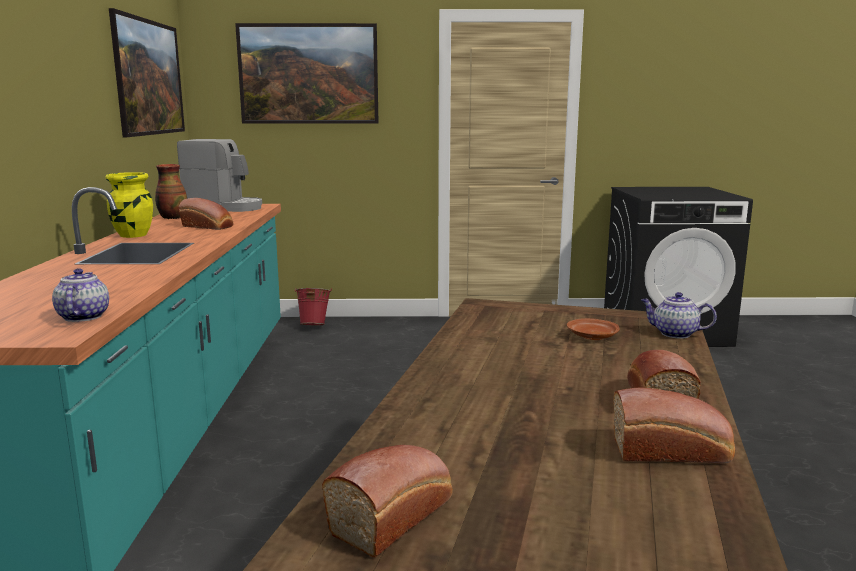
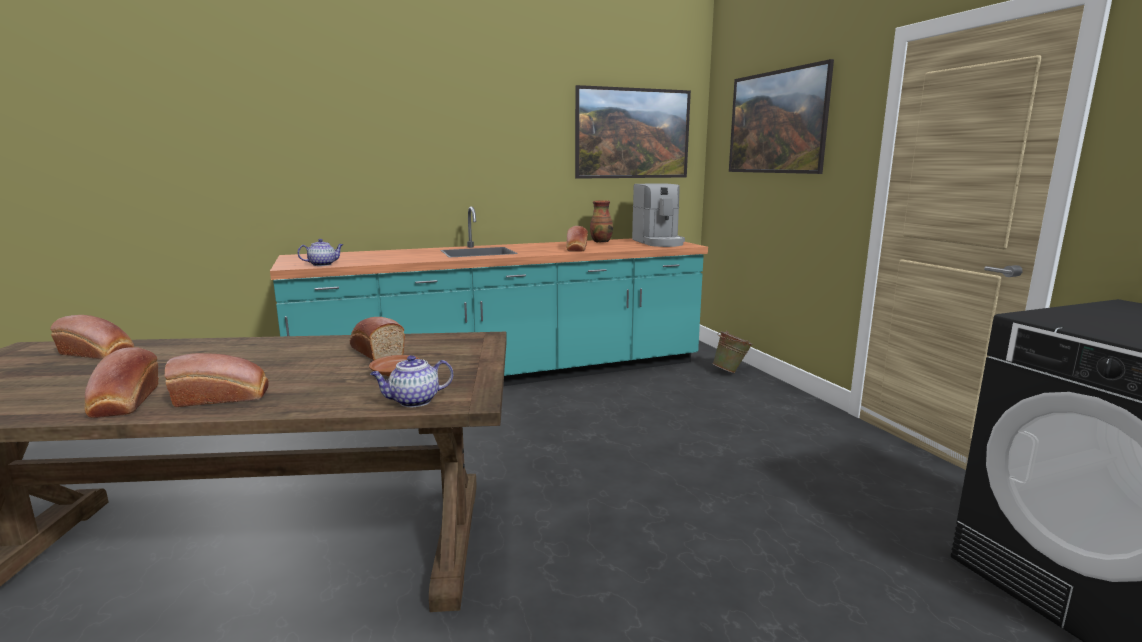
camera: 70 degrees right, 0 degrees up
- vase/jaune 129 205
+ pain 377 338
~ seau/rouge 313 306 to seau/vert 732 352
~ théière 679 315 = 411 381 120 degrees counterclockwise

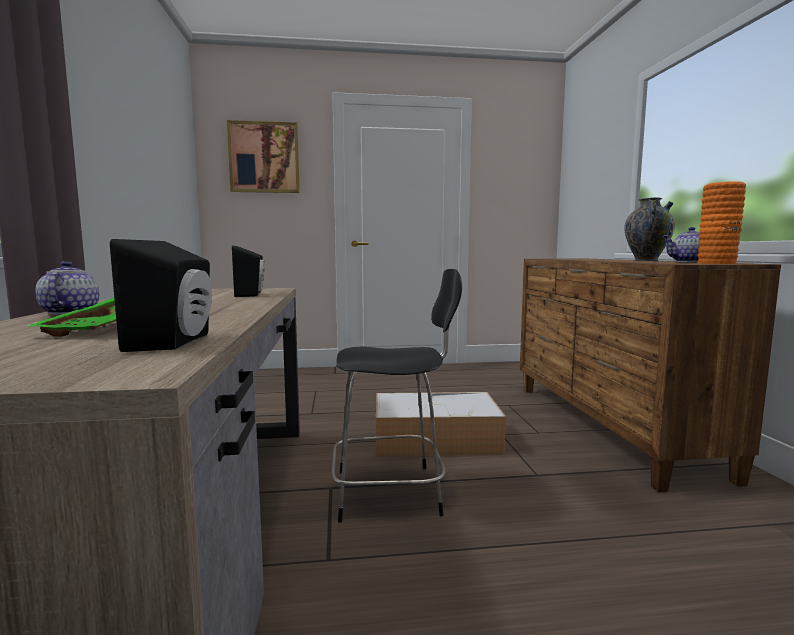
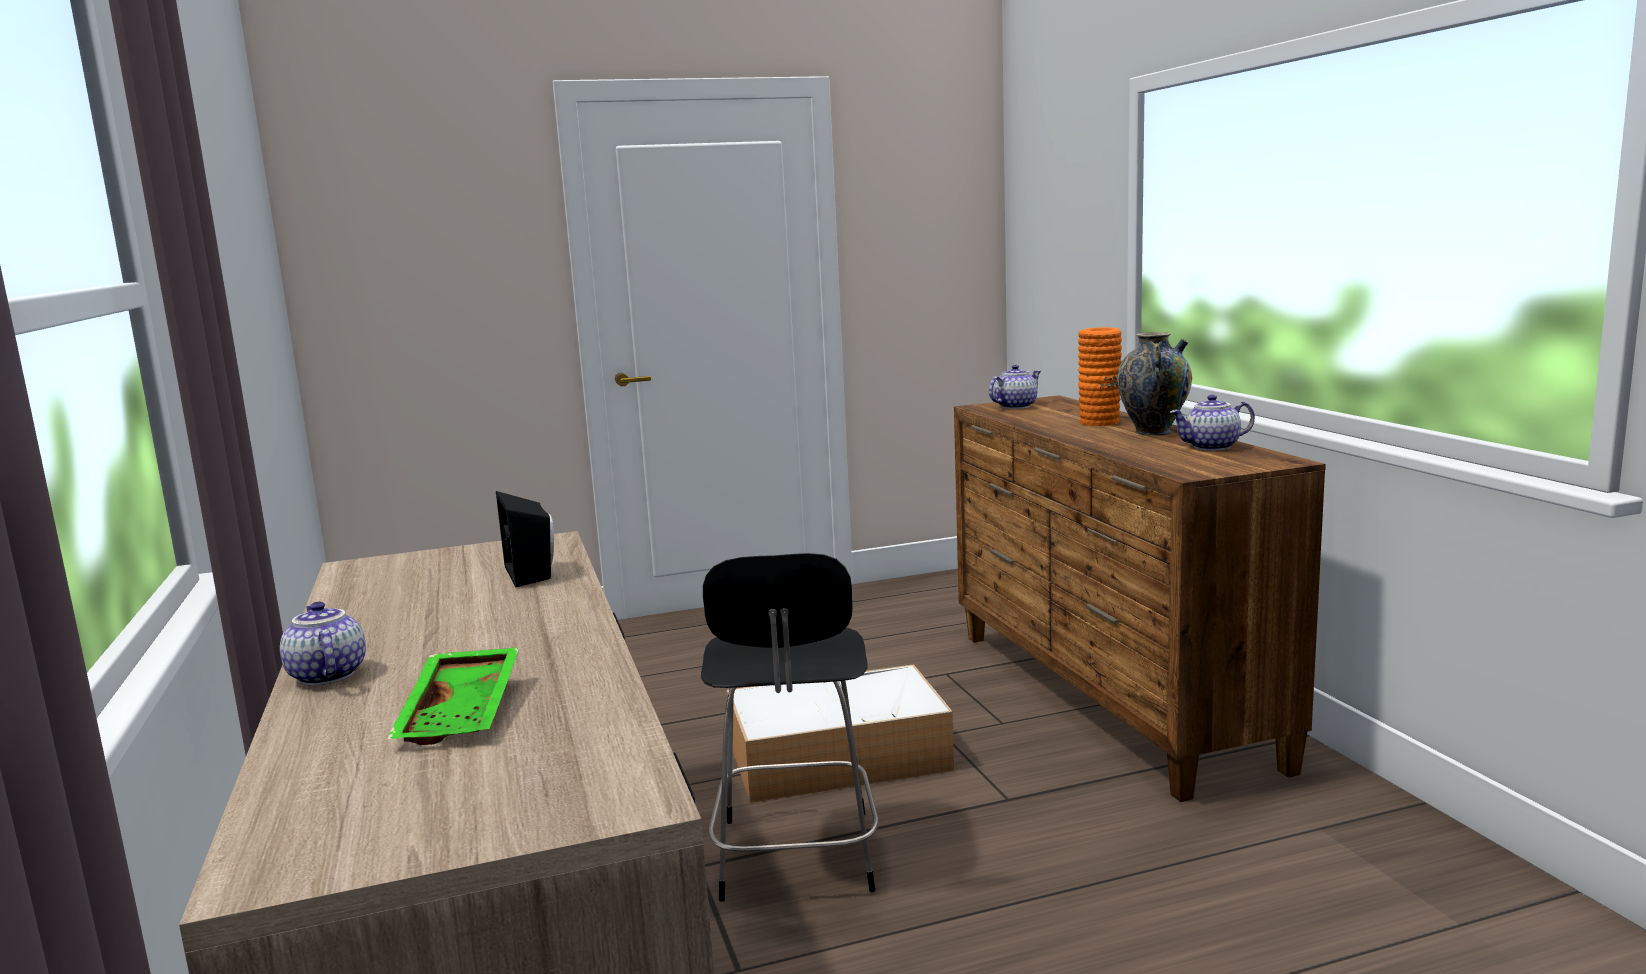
camera: 10 degrees left, 5 degrees up
- enceinte/noir 161 295
- tableau 263 156
+ théière 1015 387
~ vase/orange 722 222 to 1100 376
~ chaise/noir 396 396 = 790 727 105 degrees clockwise

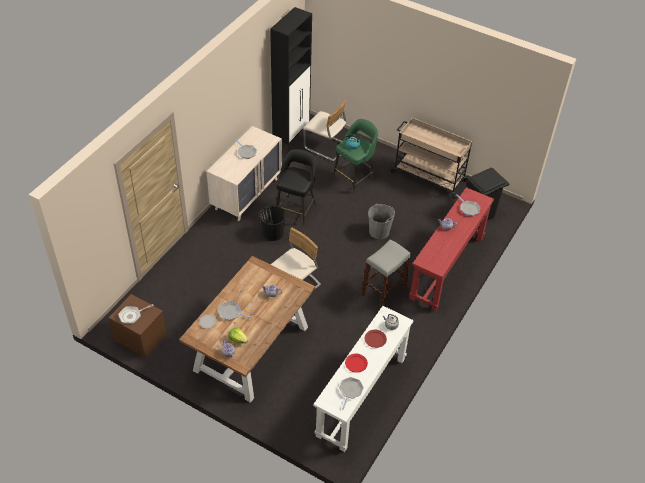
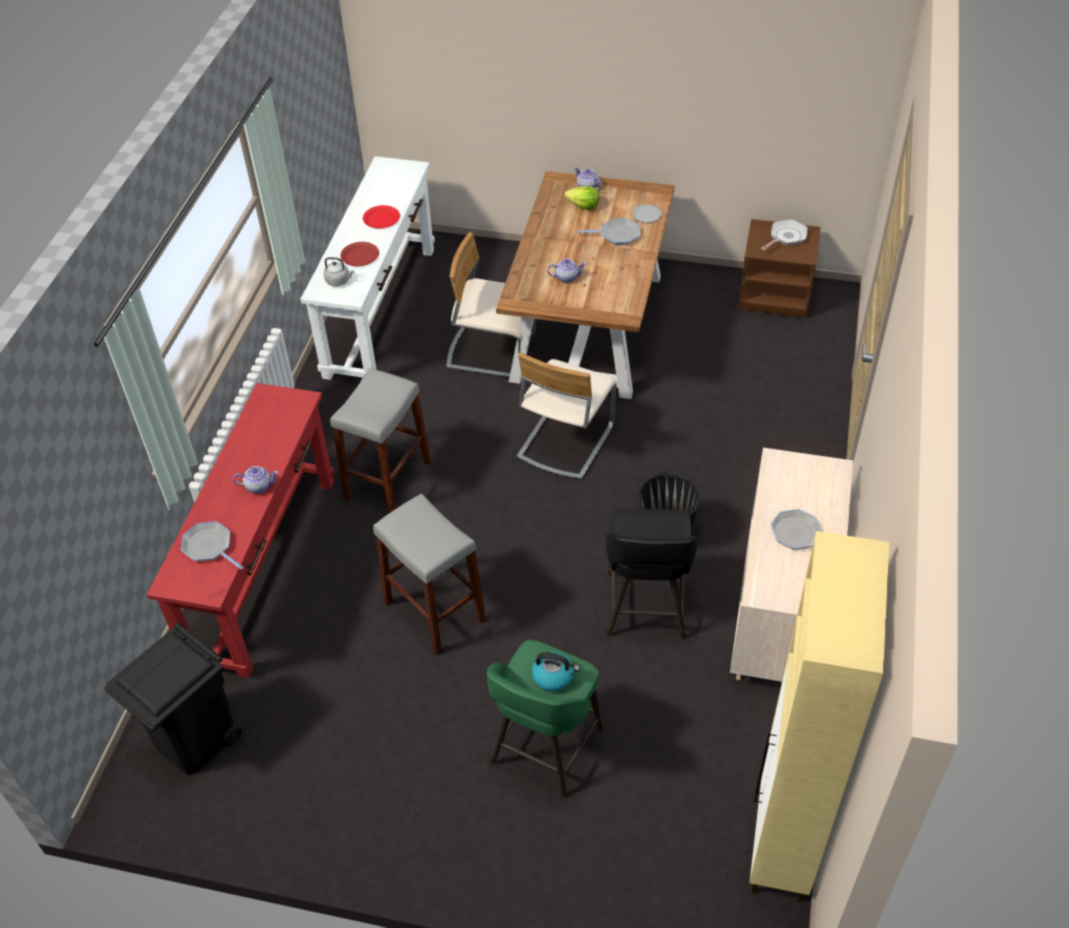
camera: 165 degrees right, 0 degrees up
- poêle 351 393
- chariot/beige 431 158
~ chaise/beige 325 130 to 491 305
~ seau/gris 381 221 to tabouret/gris 429 574
~ meuble de rangement/noir 291 78 to meuble de rangement/beige 819 717

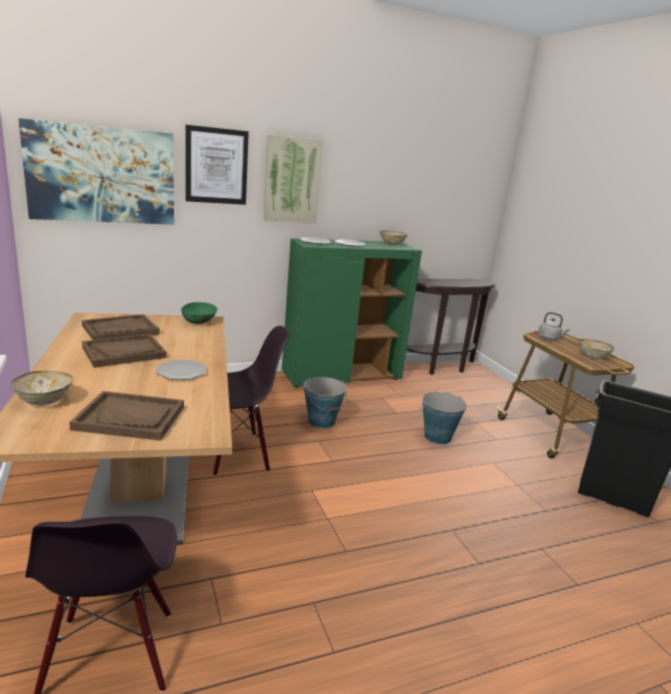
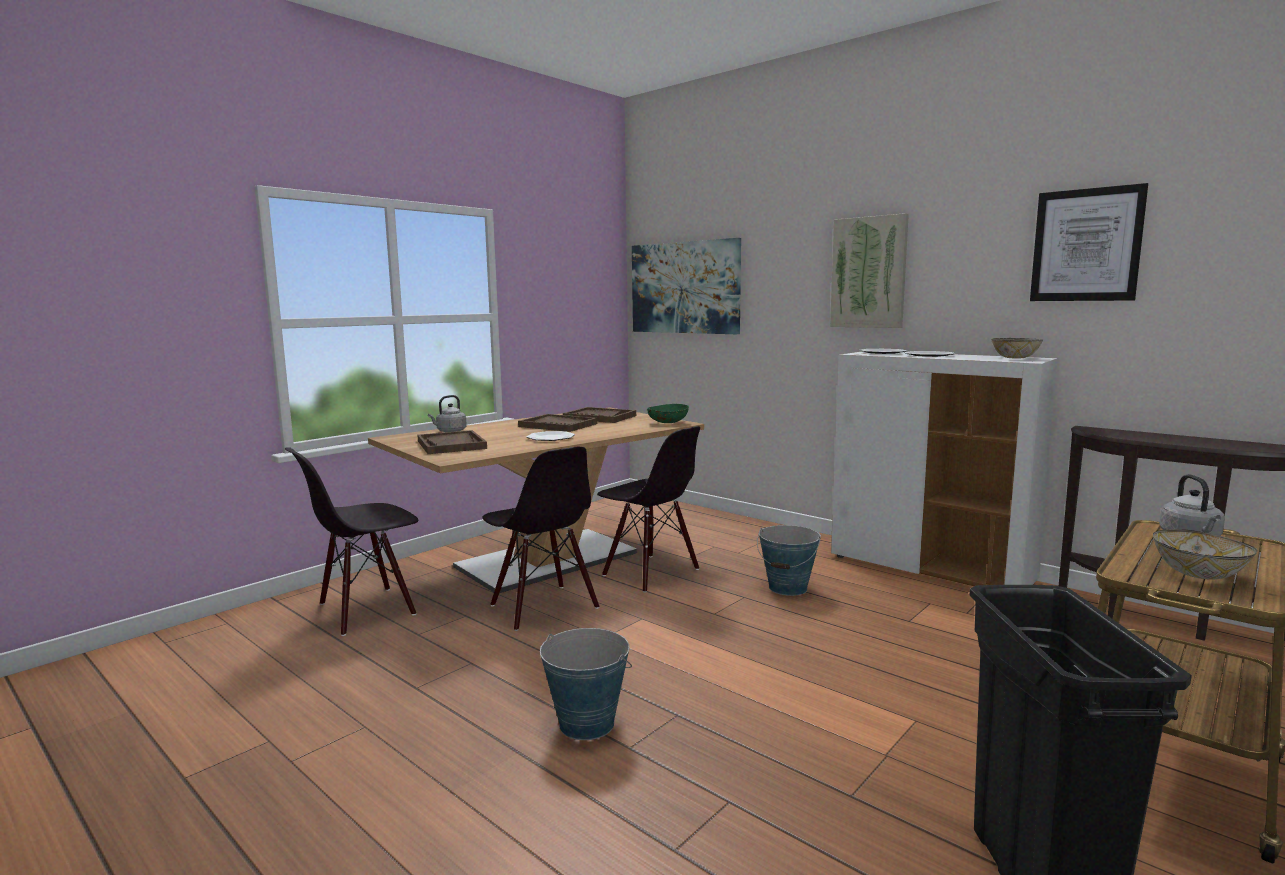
camera: 65 degrees right, 10 degrees down
+ chaise/noir 540 539
~ tableau 217 165 to 1089 242
~ seau 443 418 to 586 684
~ bol 42 388 to bouilloire/gris 447 413
~ meuble de rangement/vert 352 313 to meuble de rangement/blanc 944 468

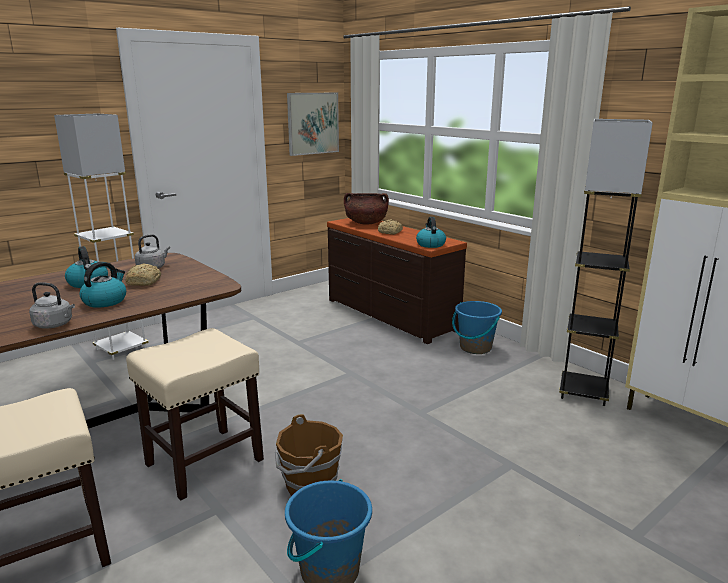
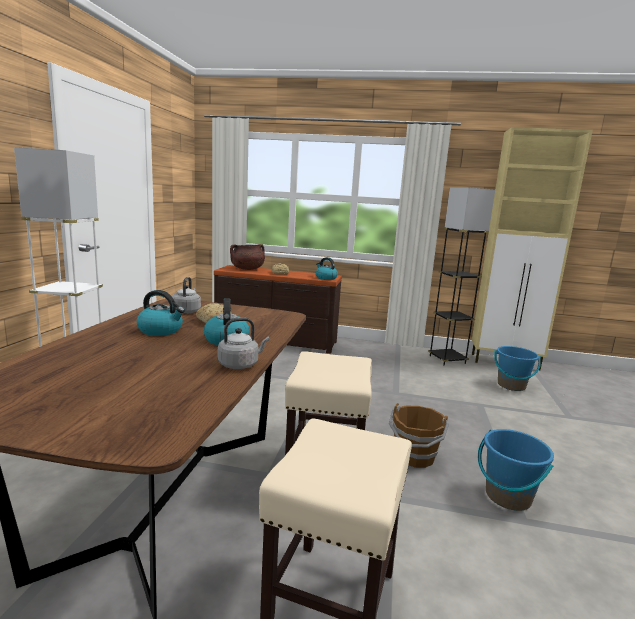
camera: 40 degrees left, 5 degrees down
- tableau 313 124
~ seau/bleu 477 327 to 517 368

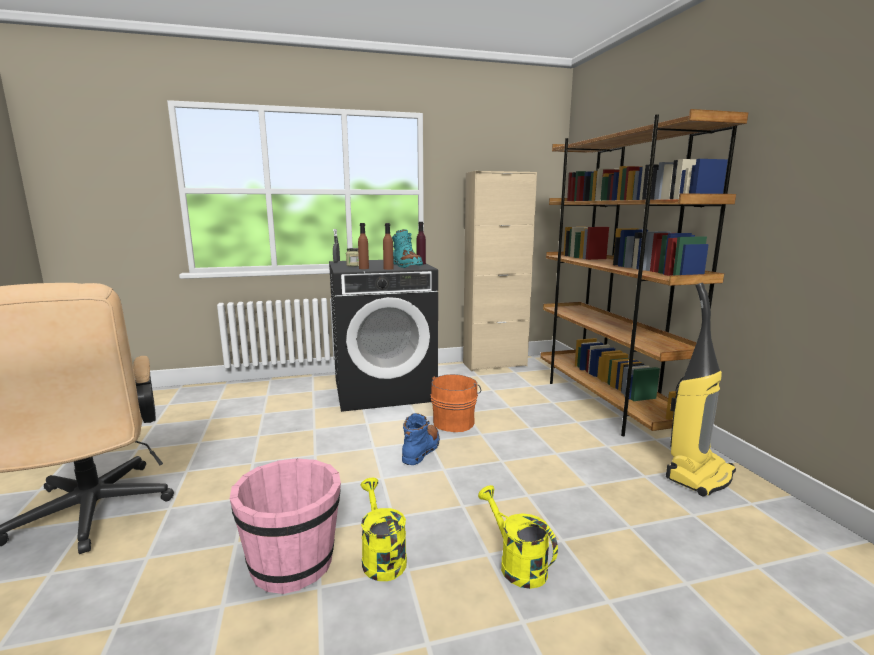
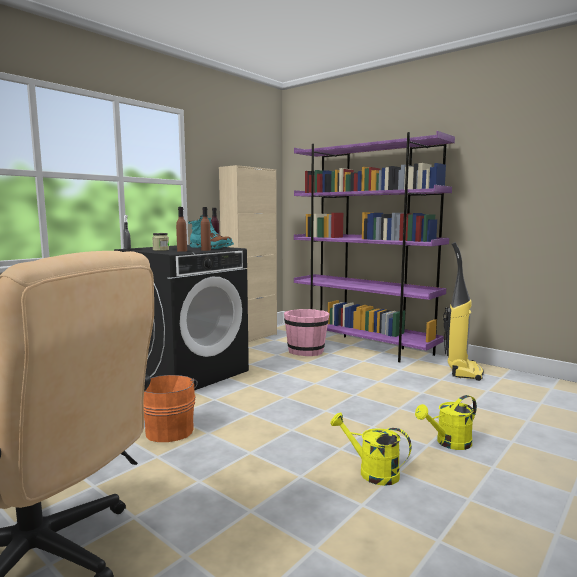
camera: 35 degrees left, 5 degrees down
- botte/bleu 421 439
~ seau/rose 285 526 to 306 332
~ seau/orange 456 403 to 170 408
~ bibliothèque/marron 644 272 to bibliothèque/violet 374 246
~ arrosoir/jaune 518 537 = 446 422 45 degrees counterclockwise

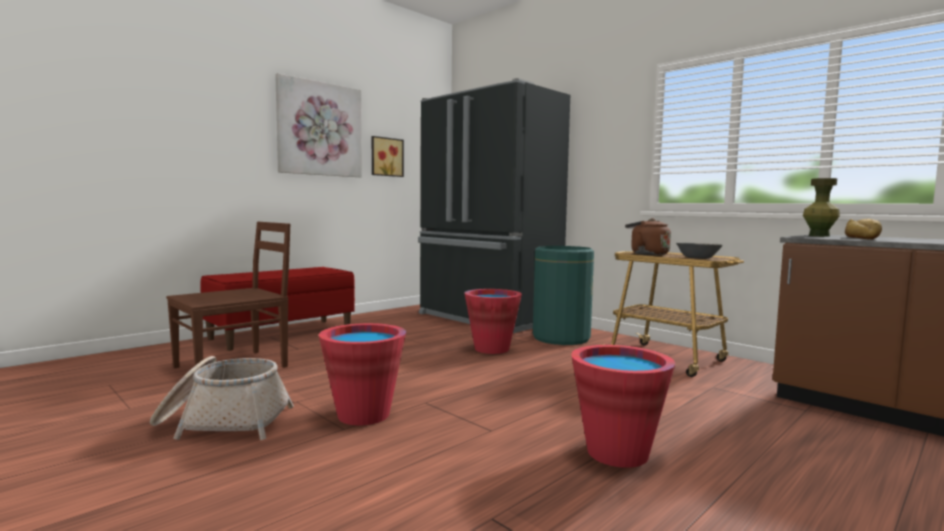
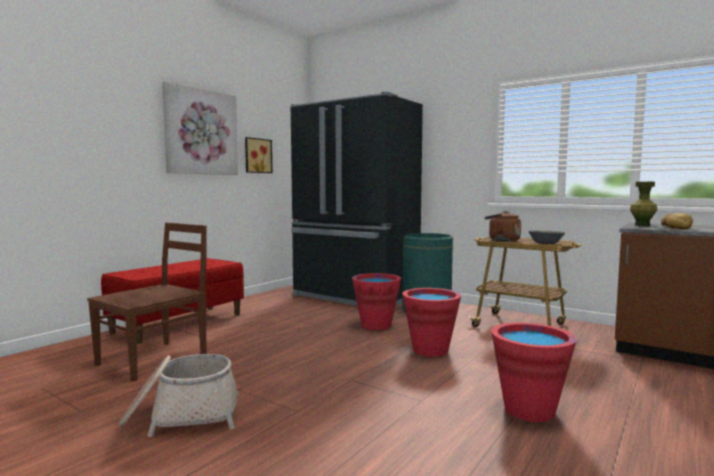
camera: 10 degrees left, 0 degrees up
~ seau/rouge 362 374 to 431 322

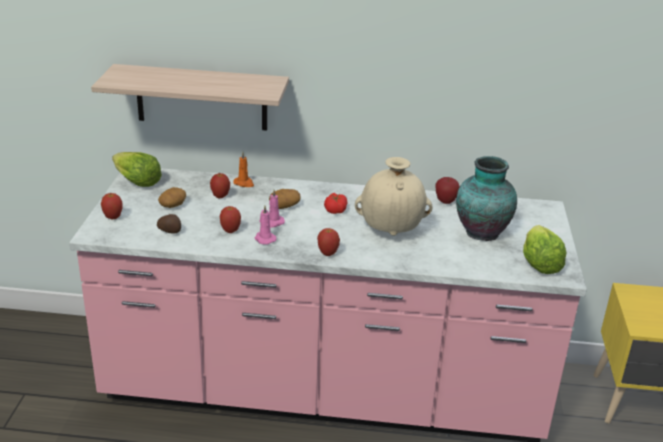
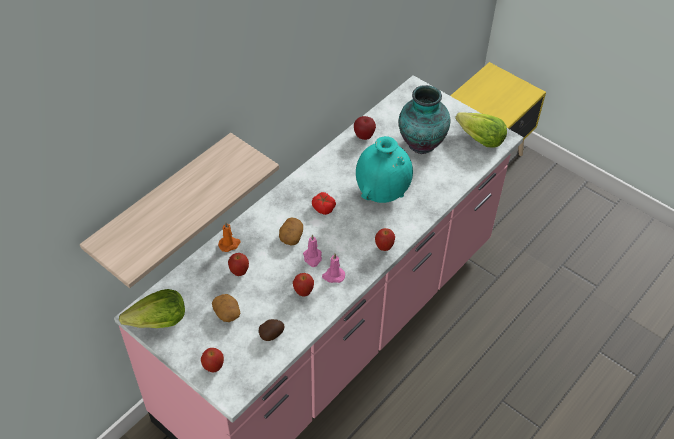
camera: 55 degrees left, 20 degrees up
~ vase/beige 393 196 to vase/turquoise 384 169

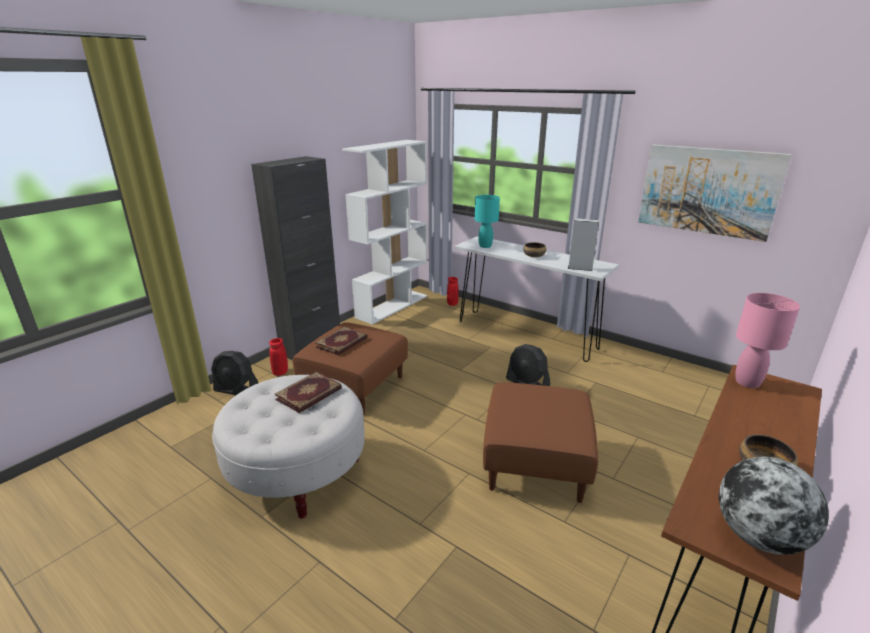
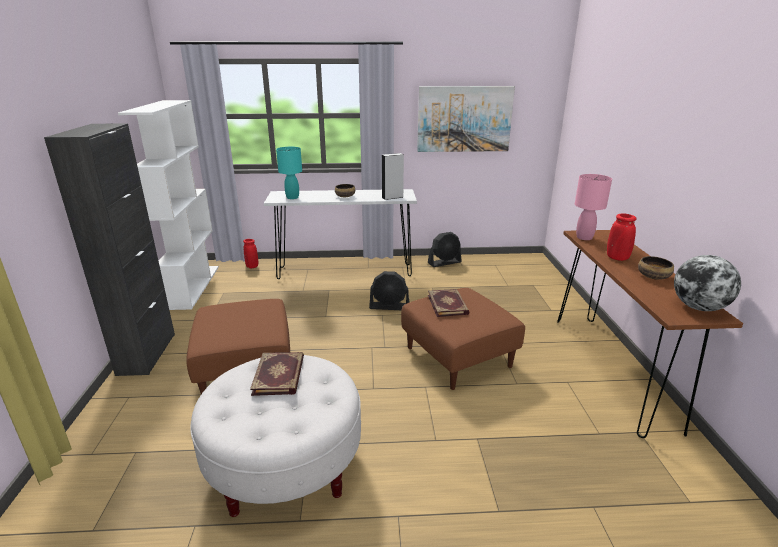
camera: 40 degrees left, 0 degrees up
~ ventilateur/noir 234 373 to 445 249
~ vase/rouge 278 357 to 621 237
~ livre 341 340 to 449 303

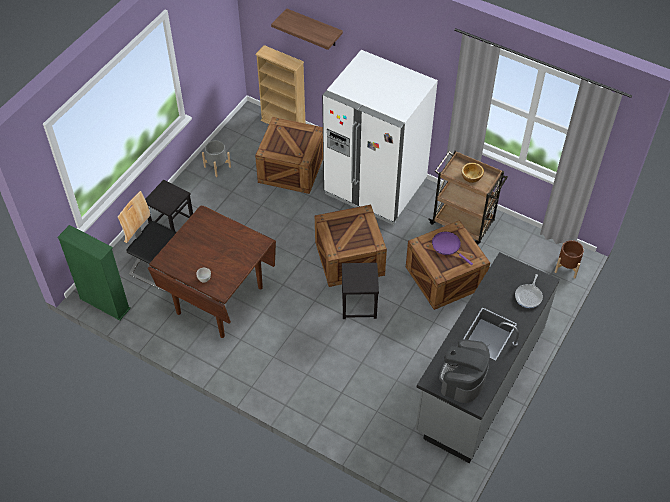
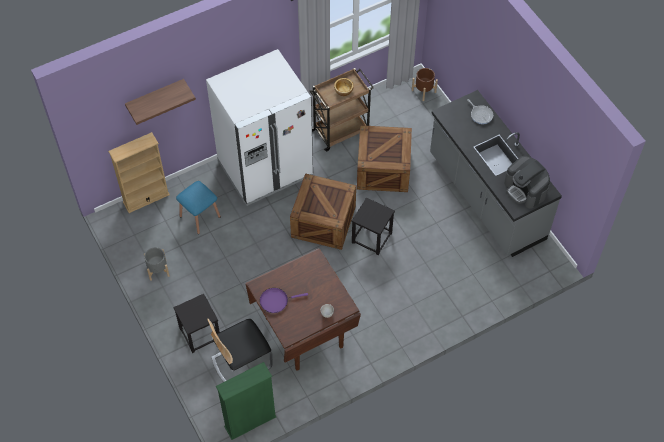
camera: 60 degrees left, 5 degrees up
~ poêle/violet 452 248 to 284 300
~ caisse 289 155 to tabouret/bleu 198 207

